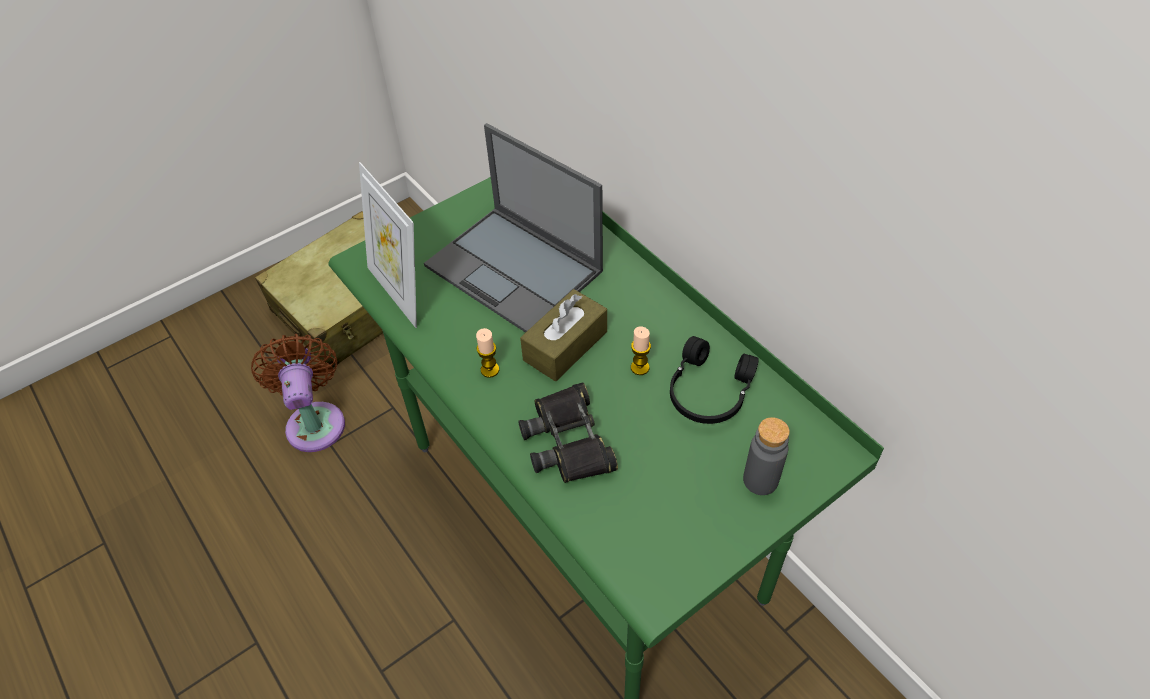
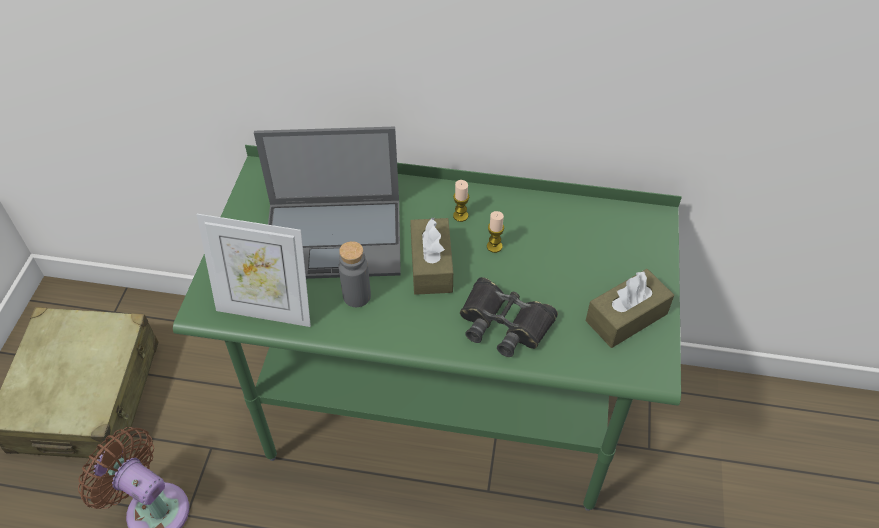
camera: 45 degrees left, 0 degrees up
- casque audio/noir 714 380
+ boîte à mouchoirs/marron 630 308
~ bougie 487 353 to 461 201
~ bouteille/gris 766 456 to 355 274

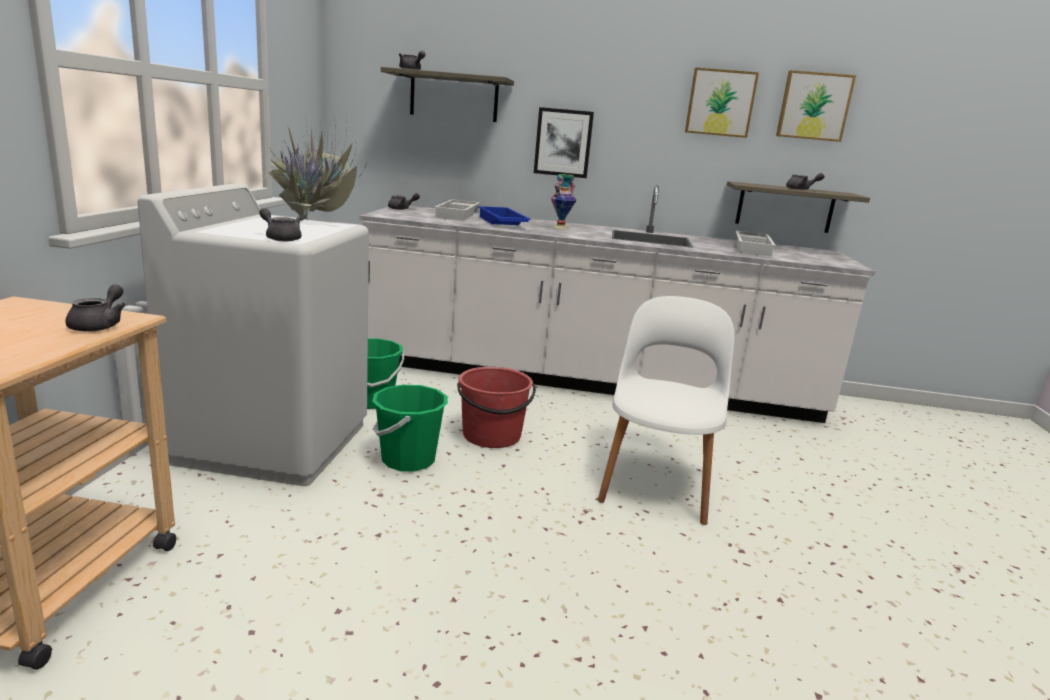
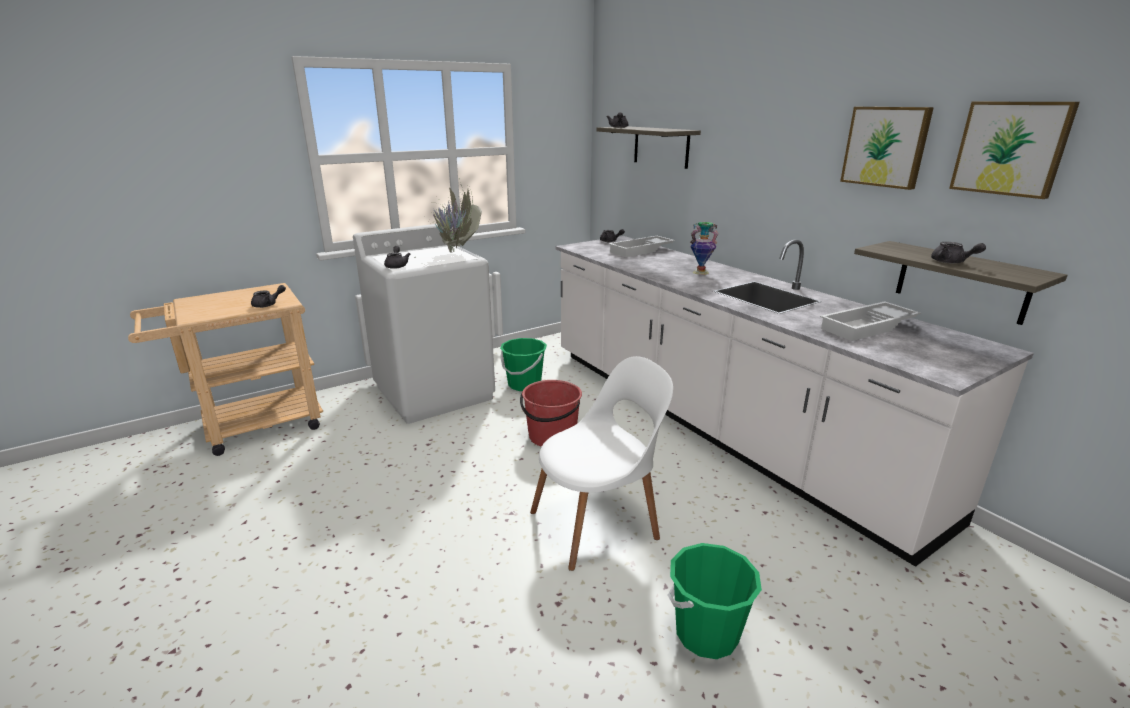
camera: 50 degrees right, 5 degrees up
- plateau/bleu 504 215
- tableau 564 142
~ seau/vert 410 428 to 714 601

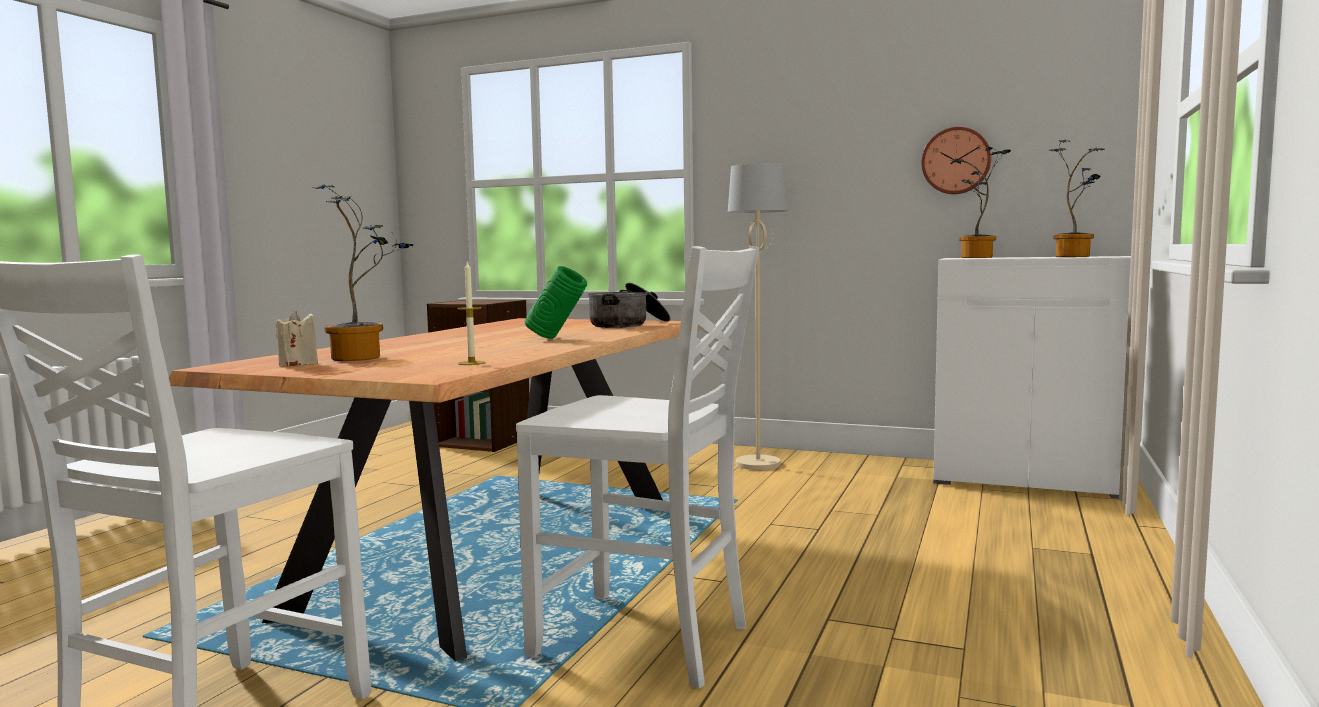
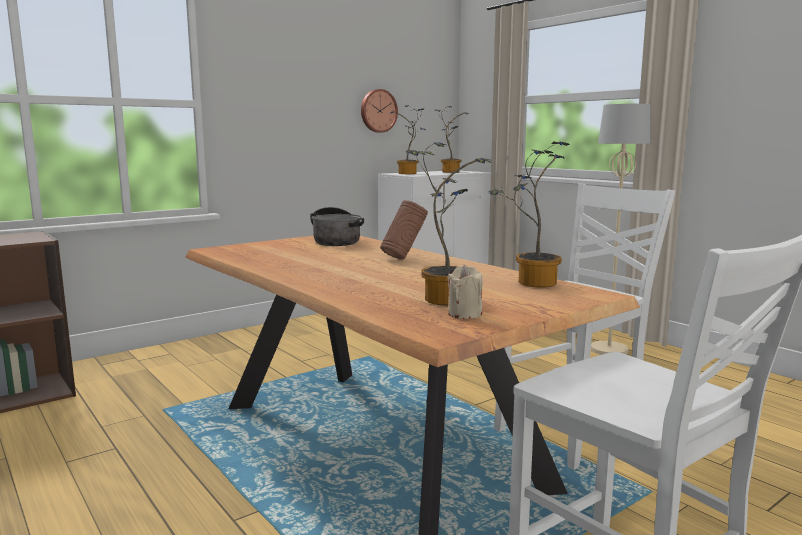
camera: 60 degrees left, 5 degrees up
~ lampadaire/beige 758 316 to 621 229
~ bougie 471 312 to plante en pot 528 214
~ vase/vert 556 302 to vase/marron 404 230

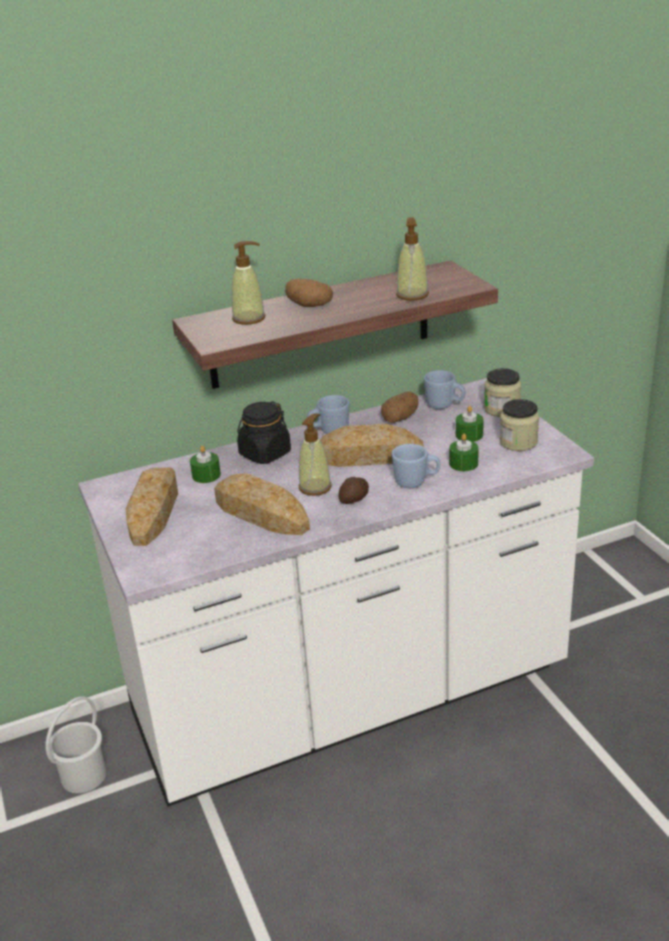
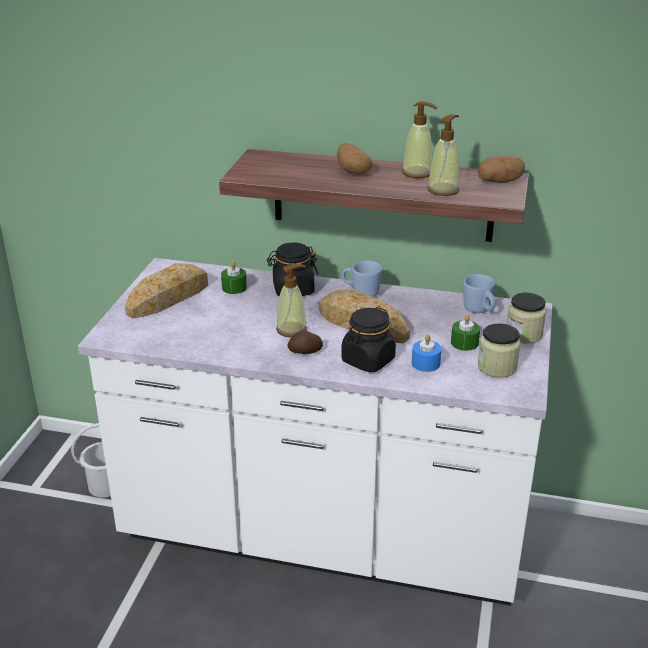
camera: 35 degrees right, 0 degrees up
- pain 262 504
~ distributeur de savon 248 283 to 420 139
~ pomme de terre 399 407 to 501 169
~ mug/bleu 416 466 to bocal/noir 368 339
~ bougie/vert 464 452 to bougie/bleu 426 353

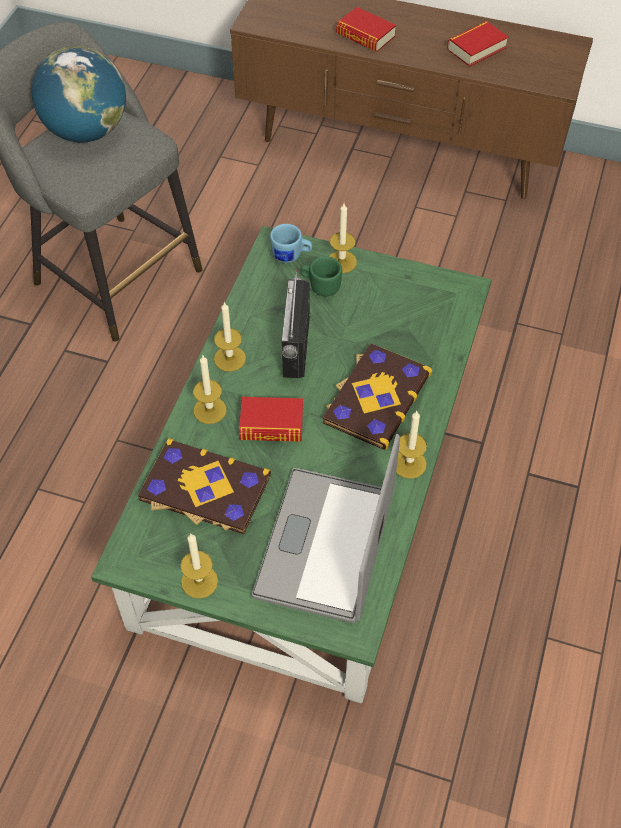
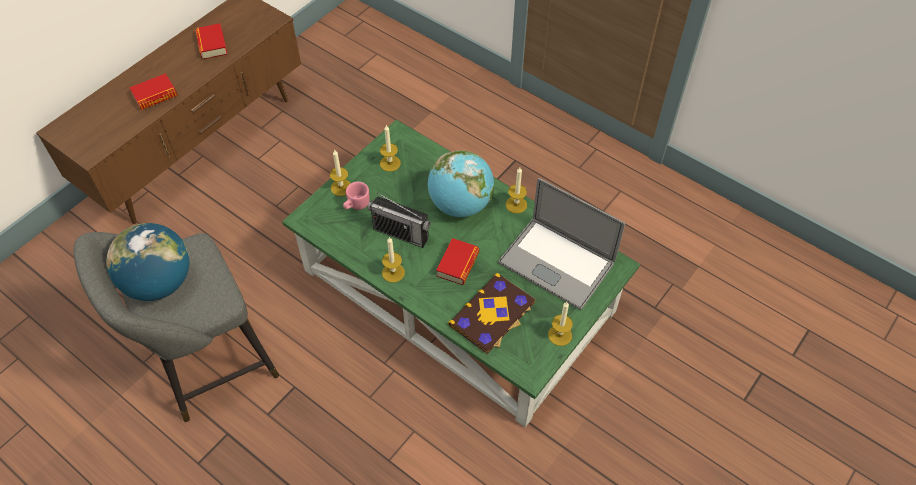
camera: 70 degrees left, 0 degrees up
- mug/bleu 291 243
~ bougie 209 390 to 390 148
~ livre 377 396 to globe 461 183
~ mug/vert 321 276 to mug/rose 356 196

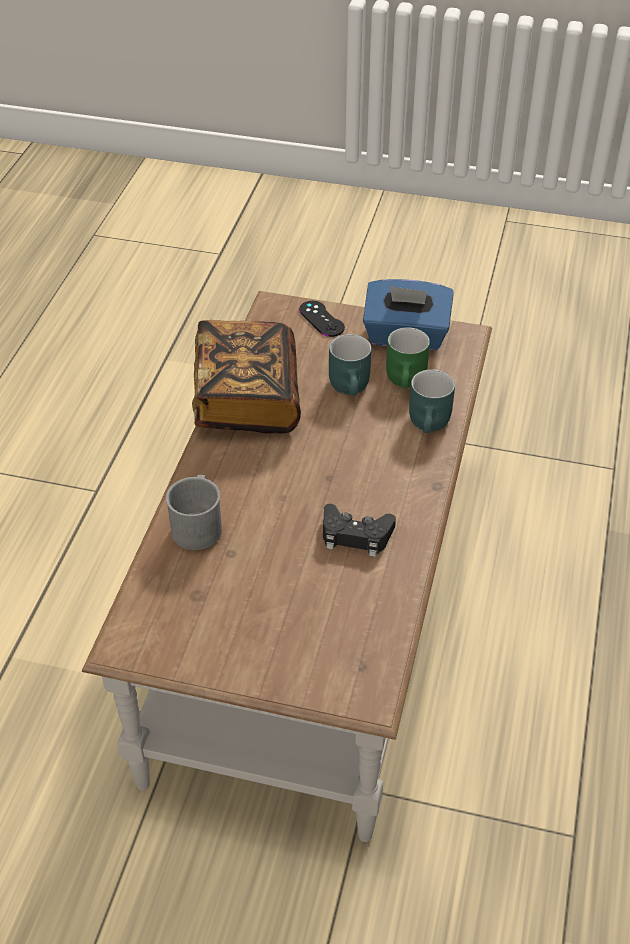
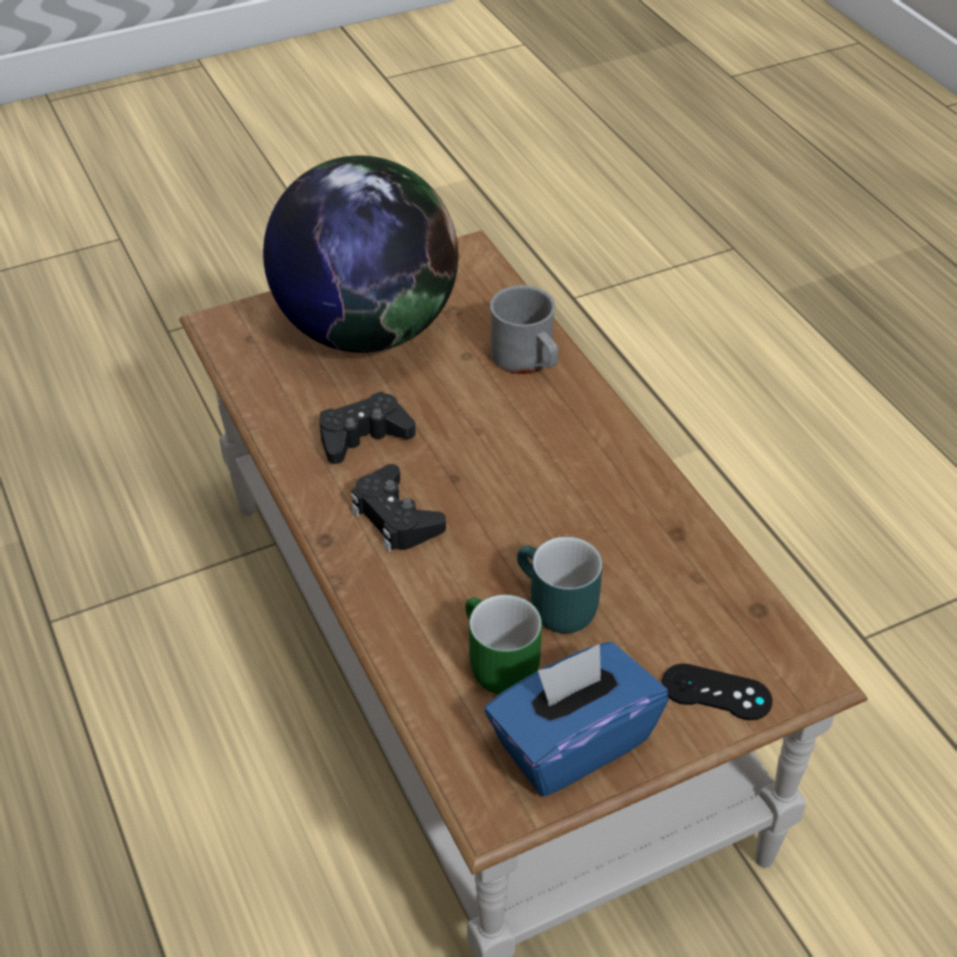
camera: 140 degrees right, 0 degrees up
- livre 246 377
- mug/turquoise 432 401
+ globe 361 254
+ manette/noir 398 508

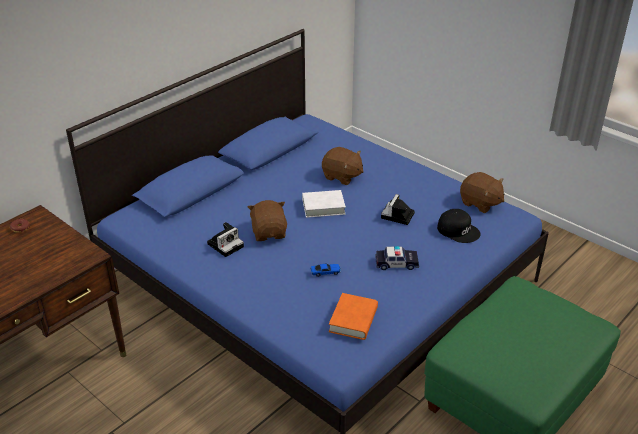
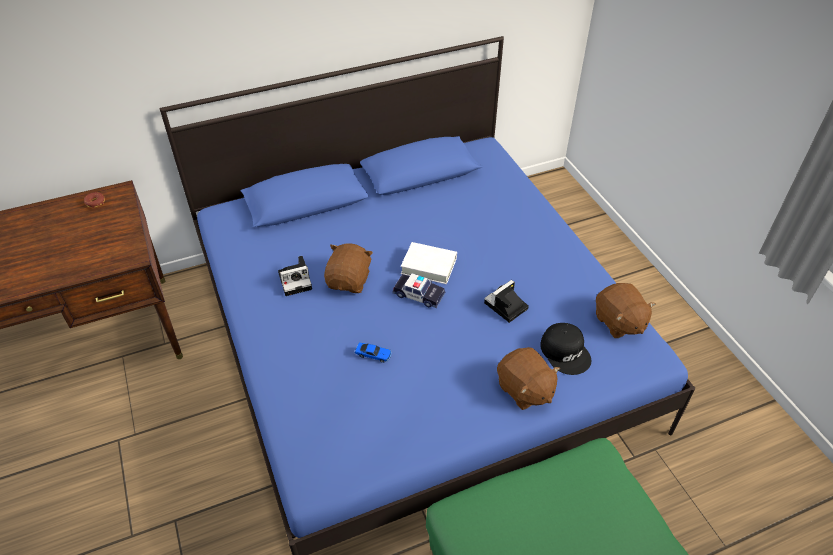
camera: 25 degrees right, 10 degrees up
- livre/orange 353 316
~ peluche/marron 343 166 to 528 378
~ petite voiture 397 258 to 419 290

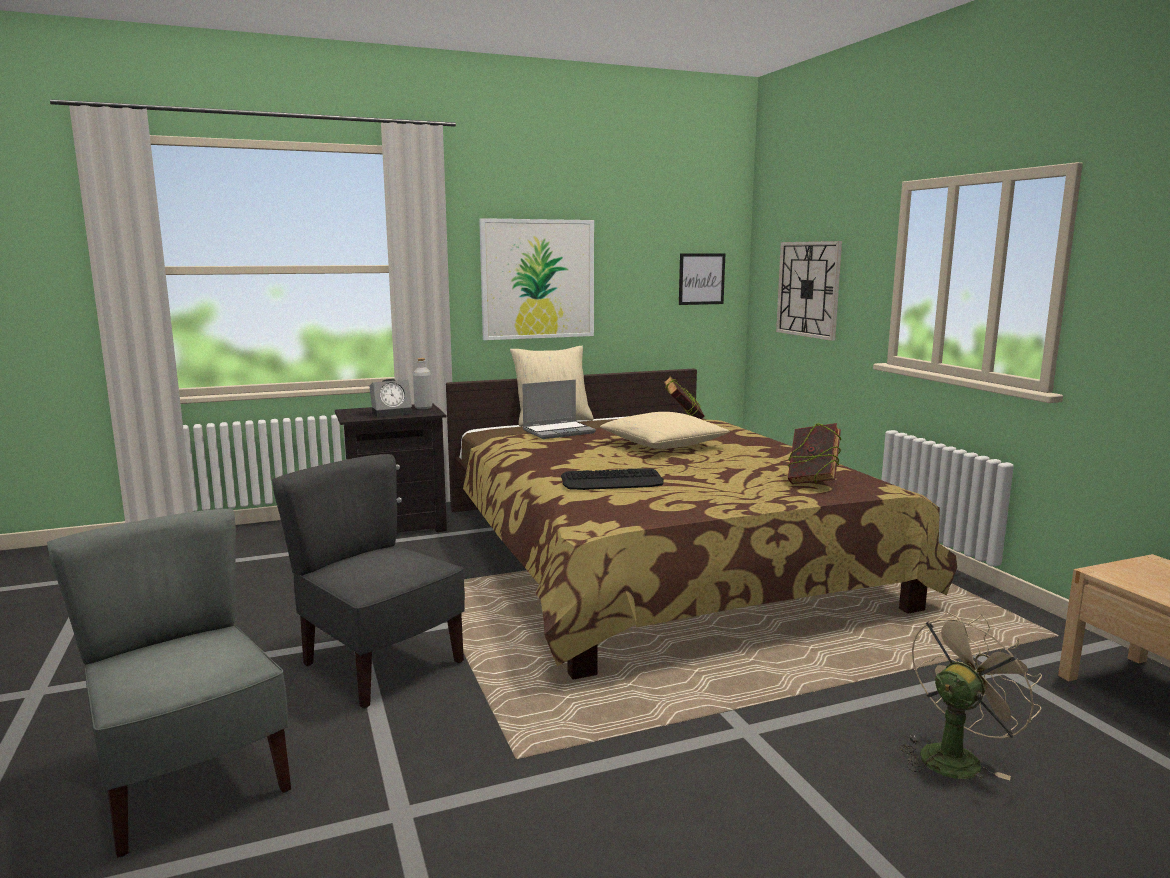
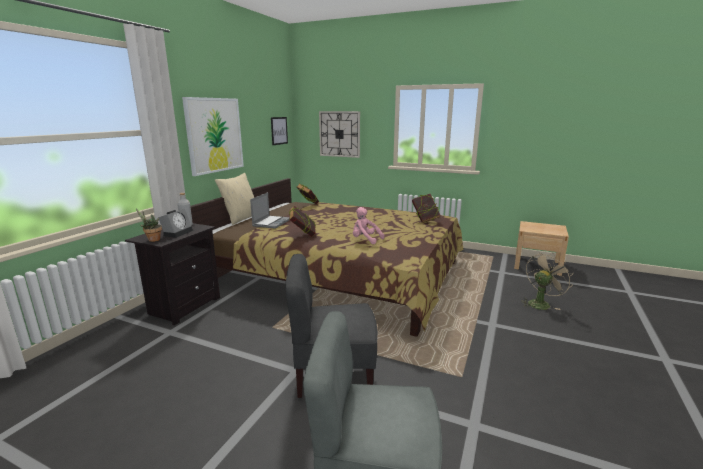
camera: 45 degrees left, 5 degrees up
- coussin/beige 665 430
+ plante en pot 149 225
+ livre 302 221
~ clavier 612 479 to peluche/rose 368 225
~ ventilateur/beige 971 696 = 547 281 45 degrees clockwise

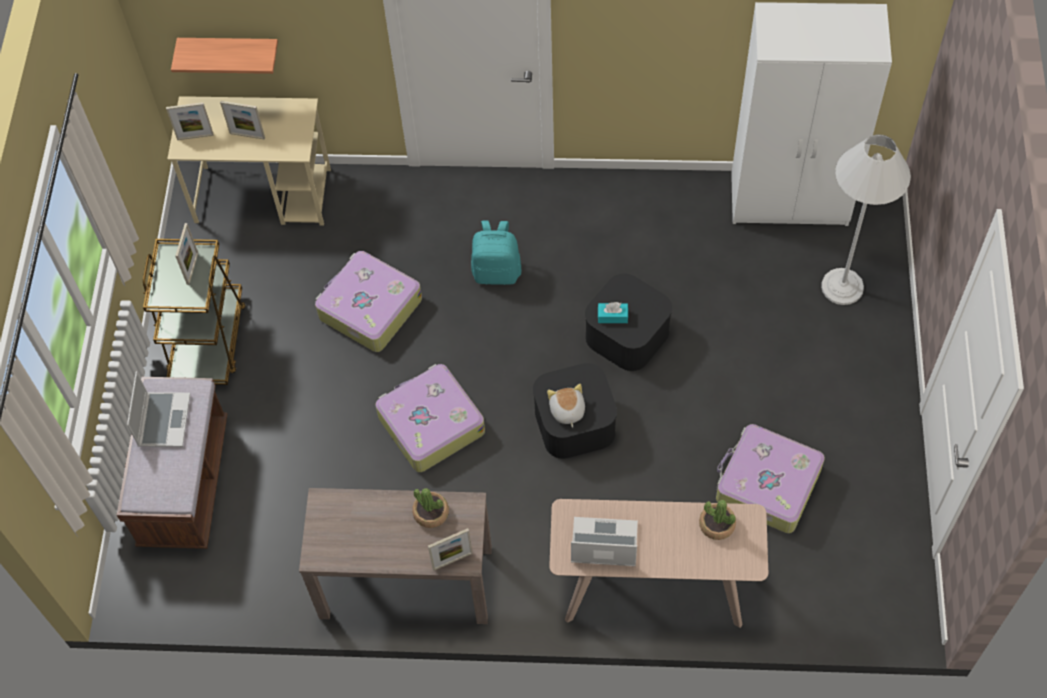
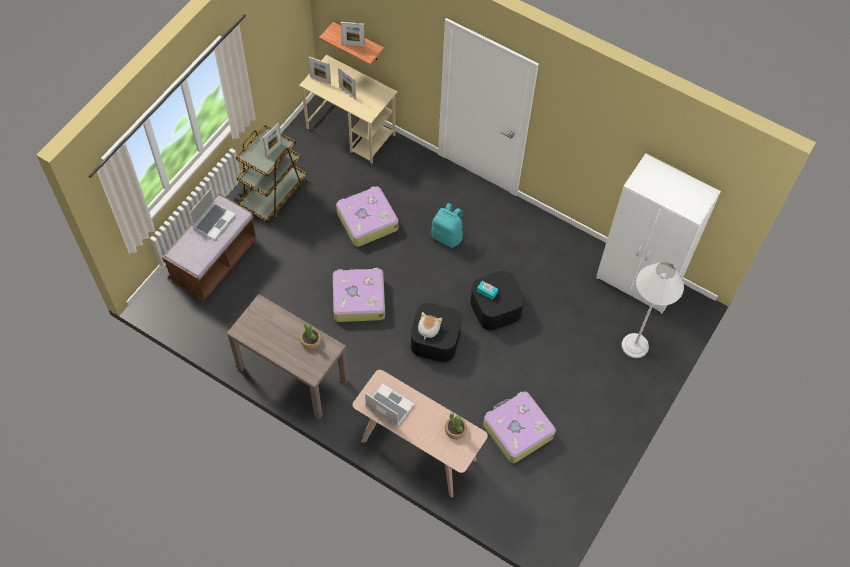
camera: 25 degrees right, 0 degrees up
~ cadre photo 450 549 to 353 34

